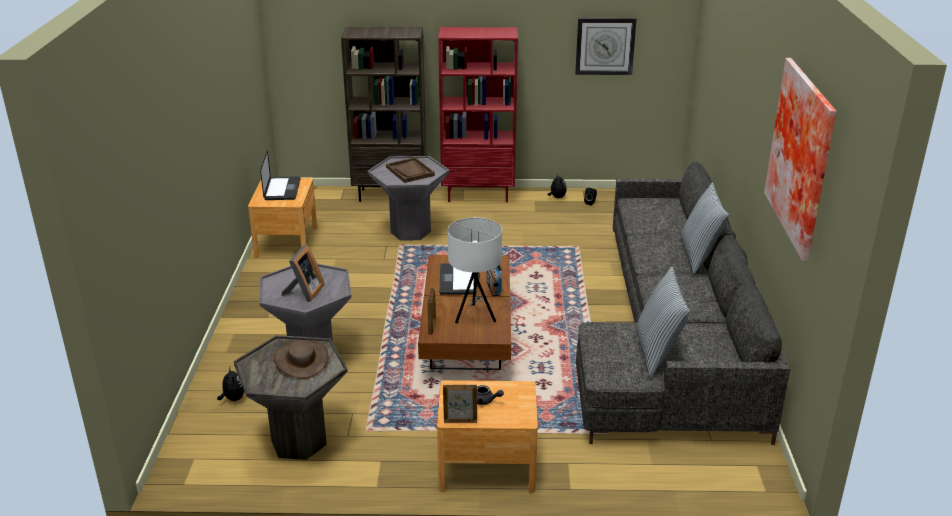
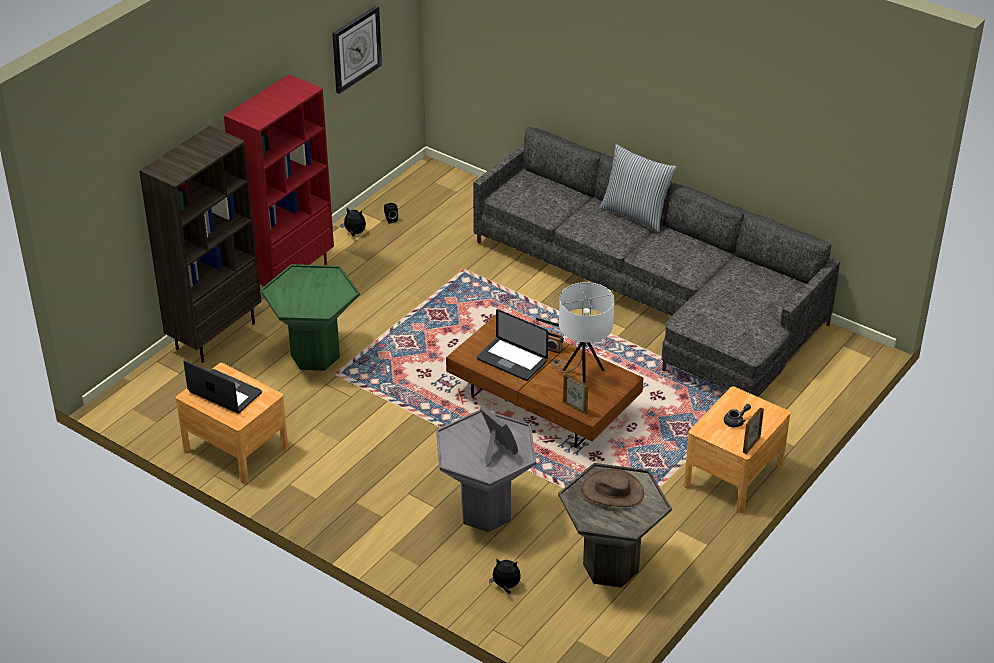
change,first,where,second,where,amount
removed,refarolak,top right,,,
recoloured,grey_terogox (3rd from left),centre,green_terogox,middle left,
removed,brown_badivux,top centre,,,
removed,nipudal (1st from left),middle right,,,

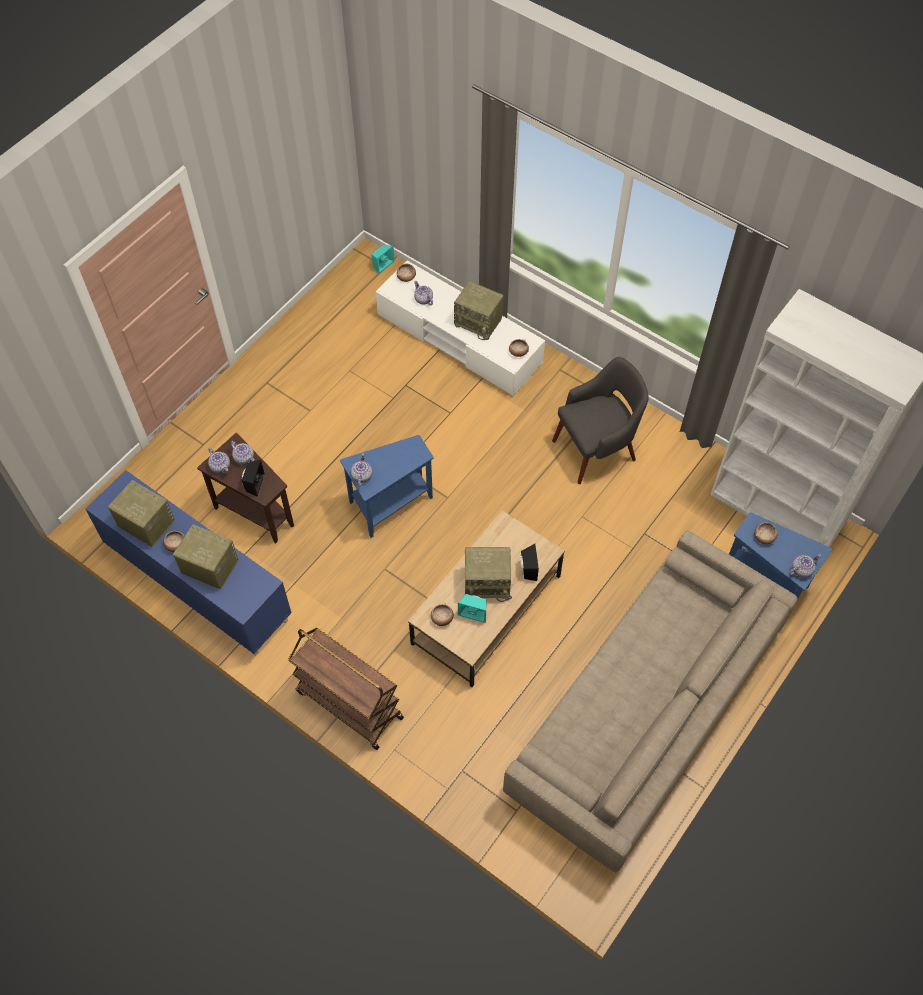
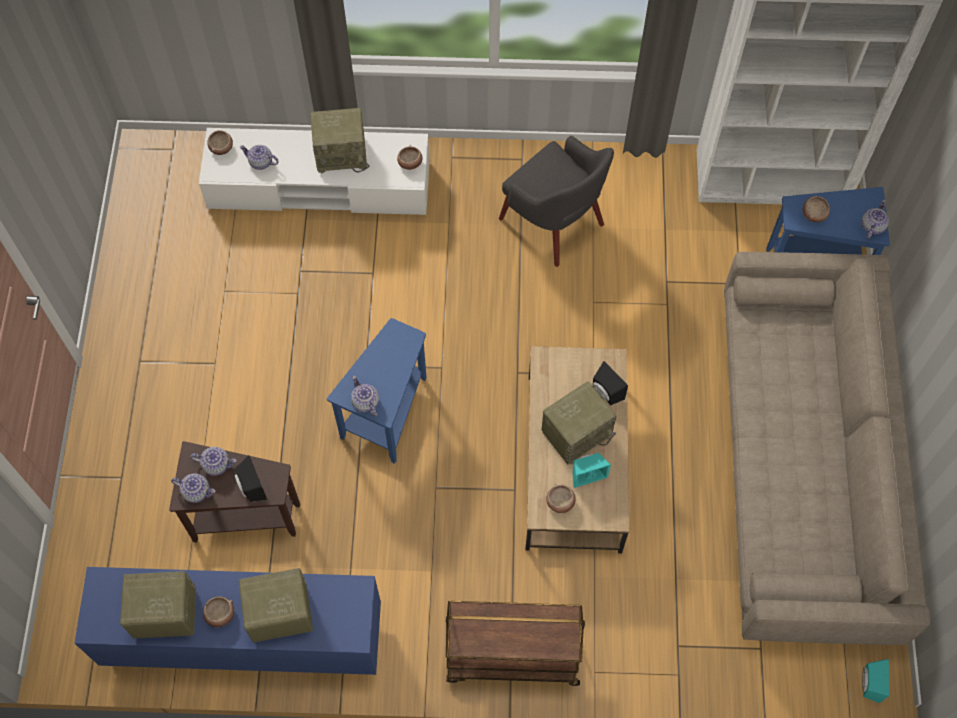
change,first,where,second,where,amount
moved,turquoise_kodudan (1st from left in the first image),top centre,turquoise_kodudan (2nd from left),bottom right,
turned,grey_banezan,centre,,top centre,105 degrees clockwise

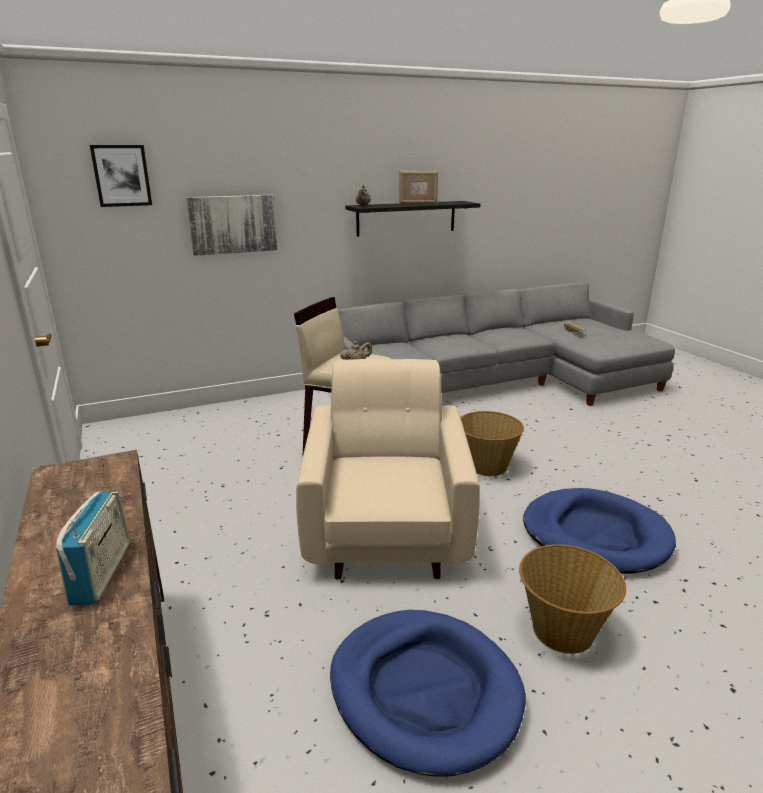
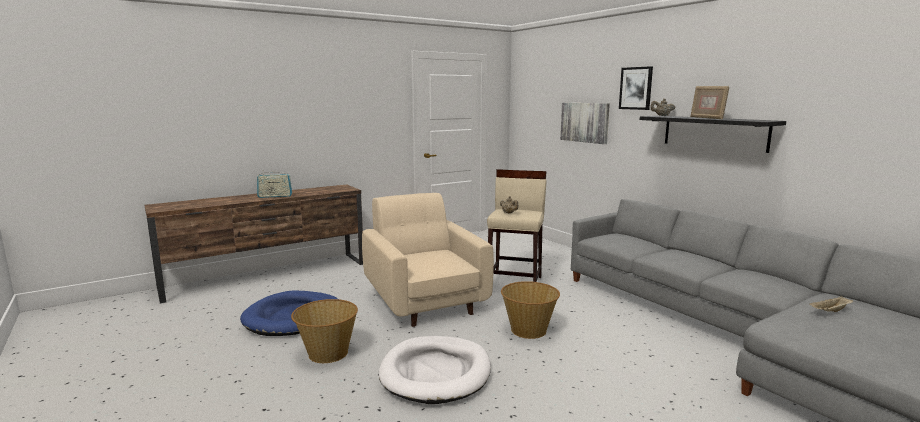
change,first,where,second,where,amount
moved,refarolak (1st from left in the first image),top left,refarolak (2nd from left),top right,
turned,beige_banezan,centre,,centre,105 degrees counterclockwise
recoloured,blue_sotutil (2nd from left),bottom right,white_sotutil,bottom centre,

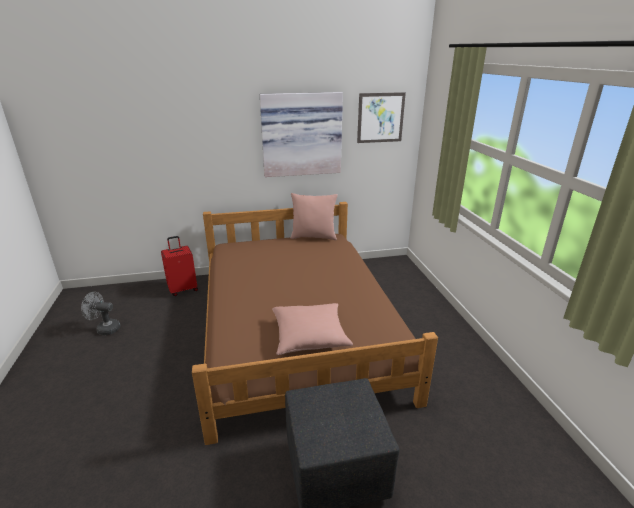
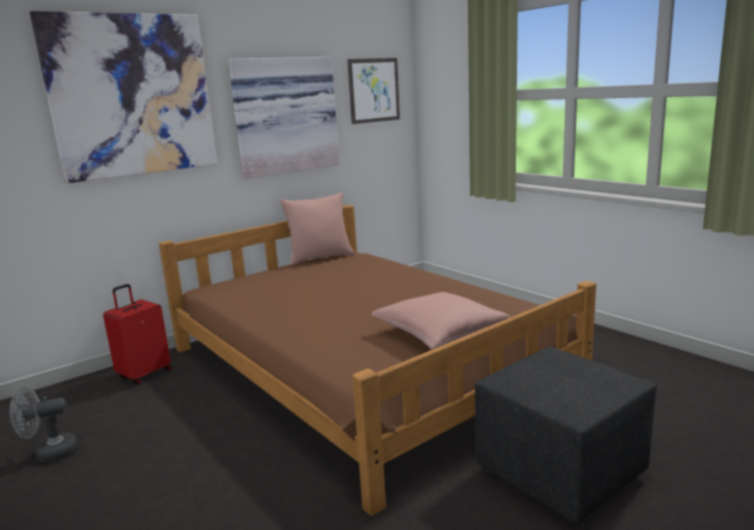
change,first,where,second,where,amount
added,,,refarolak (1st from left),top left,

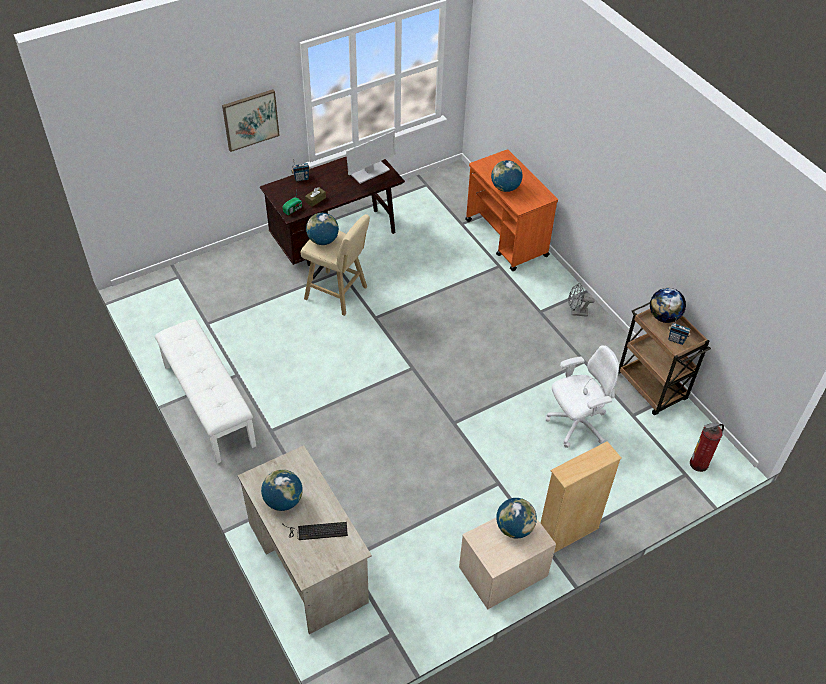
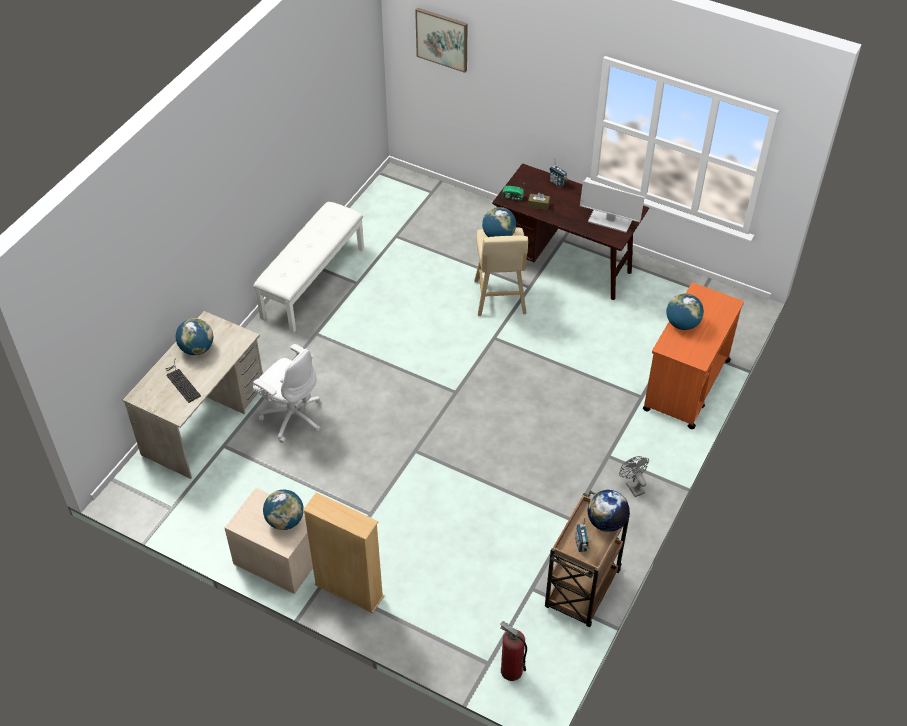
change,first,where,second,where,amount
moved,refarolak,top left,,top centre,
moved,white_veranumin,middle right,,middle left,

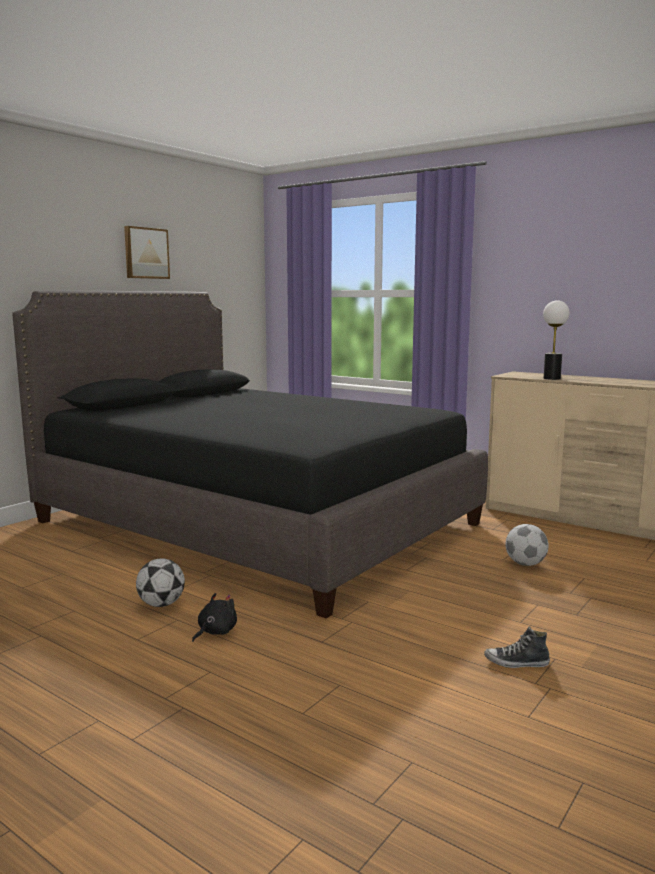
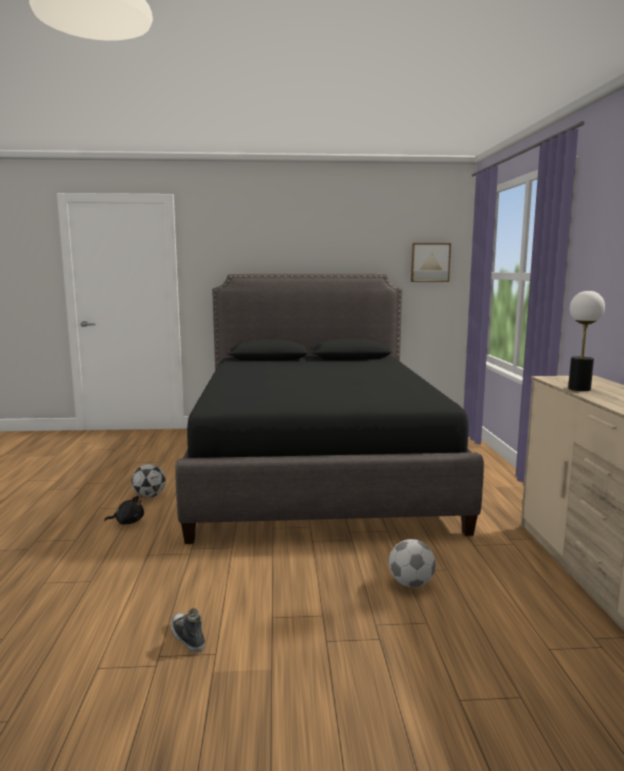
change,first,where,second,where,amount
moved,refarolak,top left,,middle right,

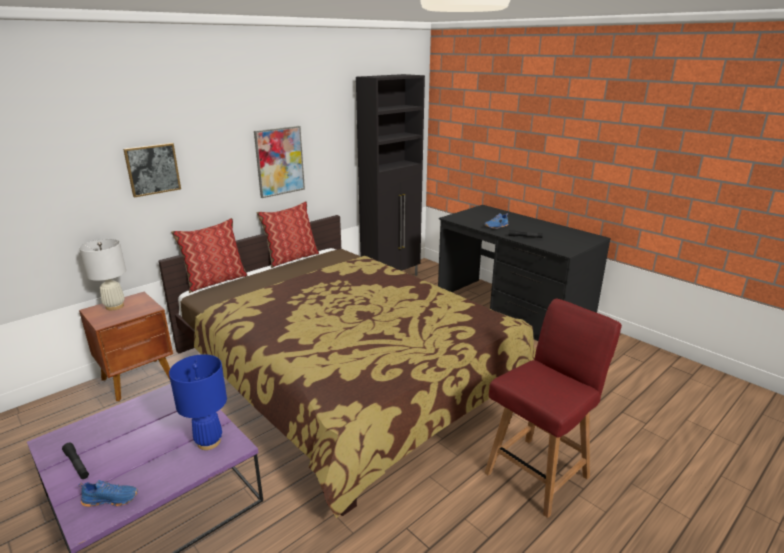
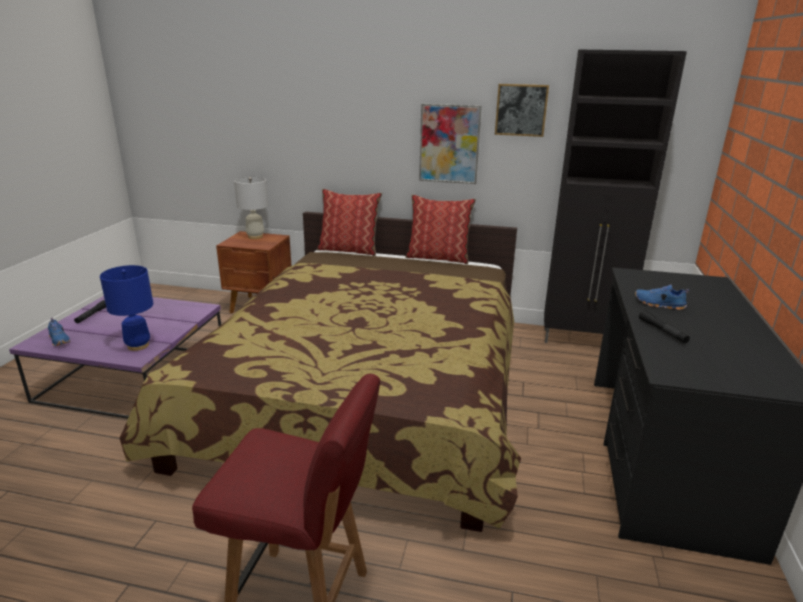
change,first,where,second,where,amount
moved,refarolak (1st from left in the first image),top left,refarolak (2nd from left),top centre,

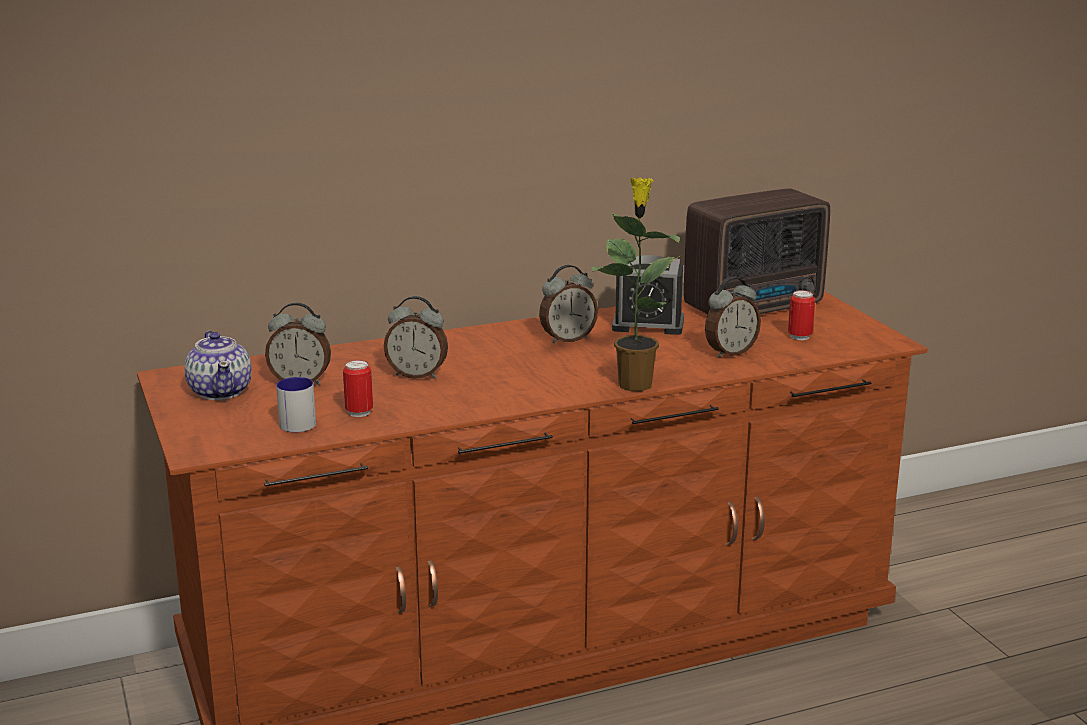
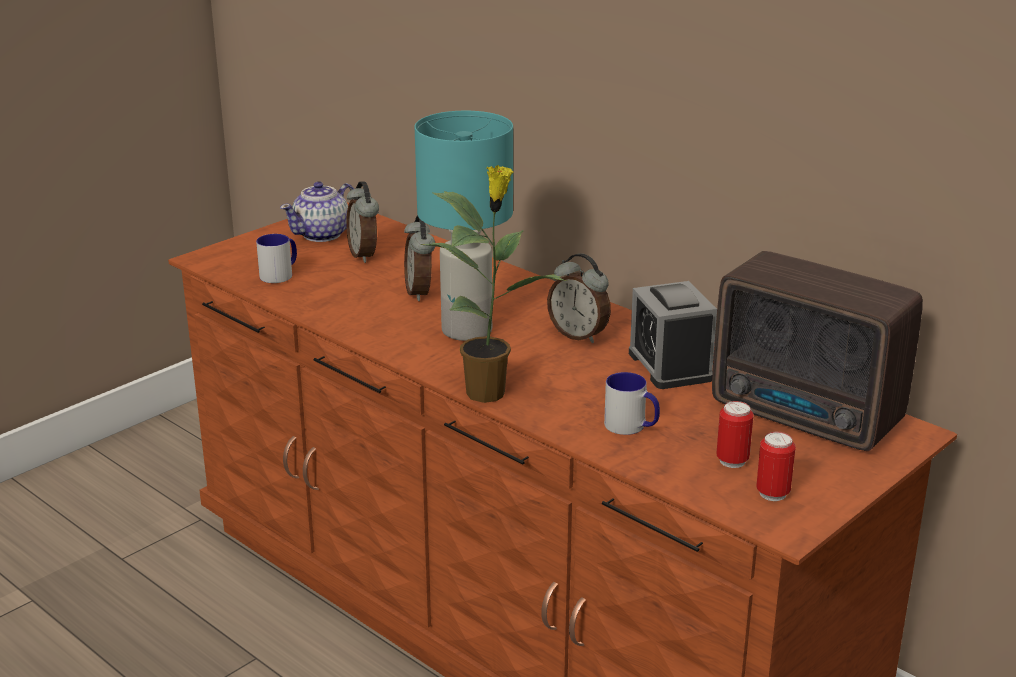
change,first,where,second,where,amount
replaced,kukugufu (5th from left),middle right,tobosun (2nd from left),centre,
moved,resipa (1st from left in the first image),middle left,resipa (2nd from left),bottom right,
added,,,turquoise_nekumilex,centre,

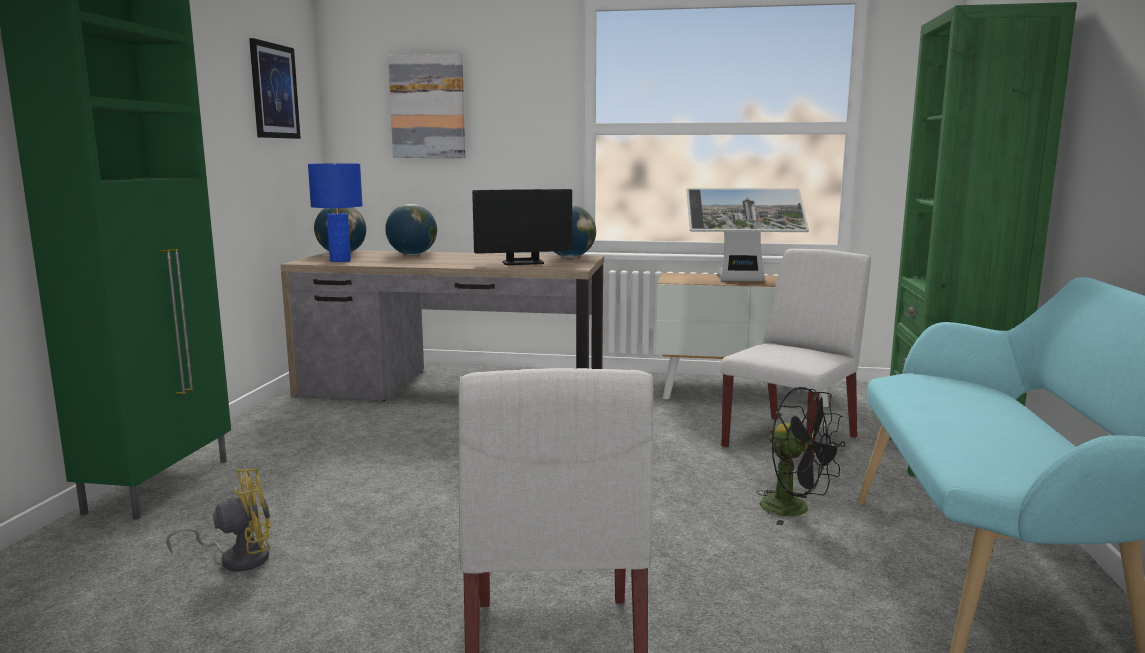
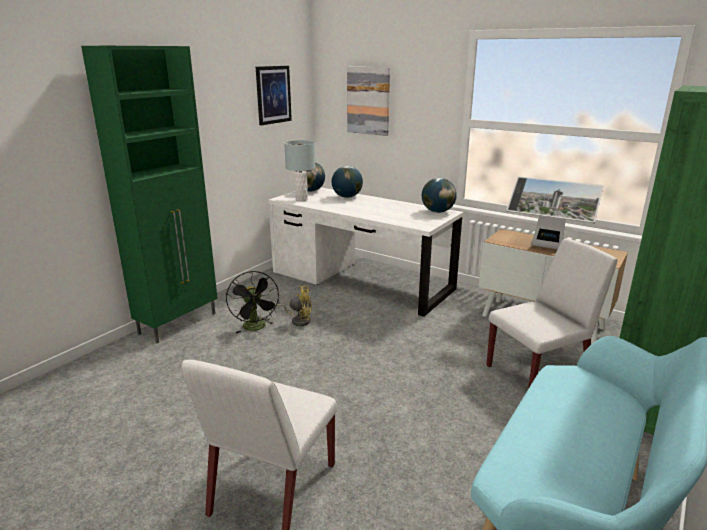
change,first,where,second,where,amount
recoloured,blue_nekumilex,top left,grey_nekumilex,top centre,
removed,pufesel (1st from left),centre,,,
recoloured,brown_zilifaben,centre,white_zilifaben,centre,
moved,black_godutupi,bottom right,,centre,
moved,yellow_godutupi,bottom left,,centre,

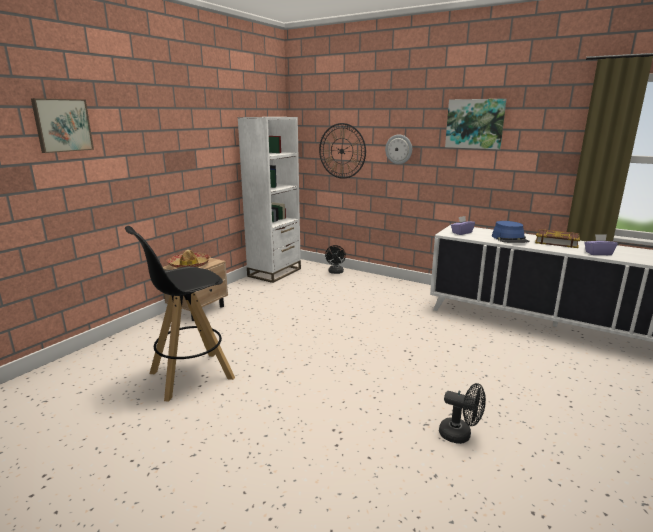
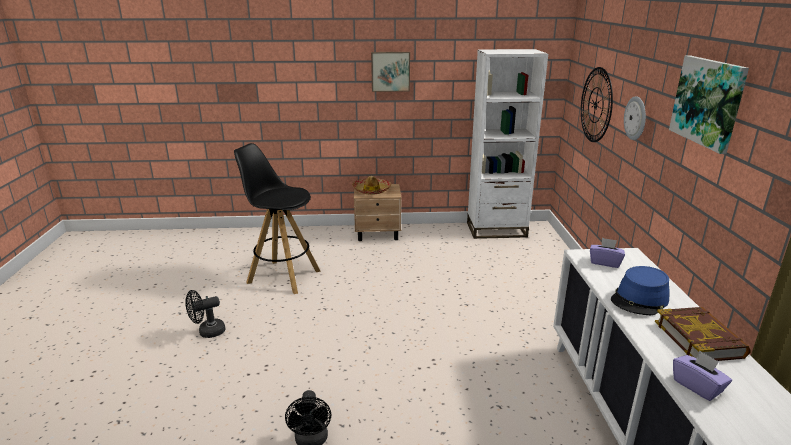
change,first,where,second,where,amount
moved,refarolak (1st from left),top left,,top centre,
moved,black_godutupi (1st from left),centre,,bottom left,

